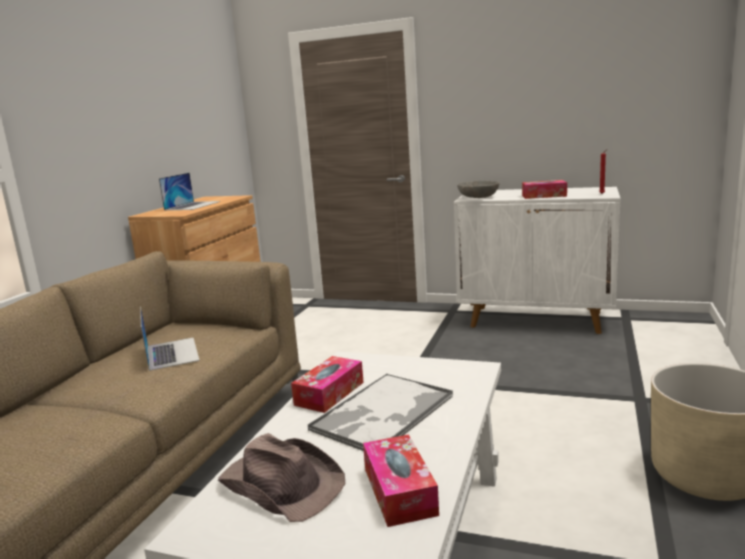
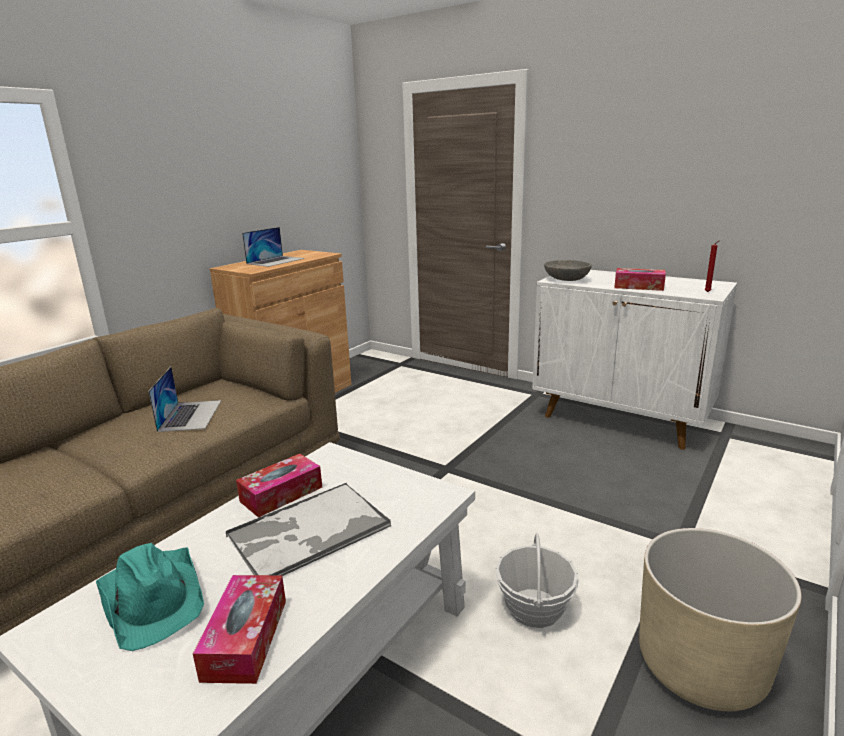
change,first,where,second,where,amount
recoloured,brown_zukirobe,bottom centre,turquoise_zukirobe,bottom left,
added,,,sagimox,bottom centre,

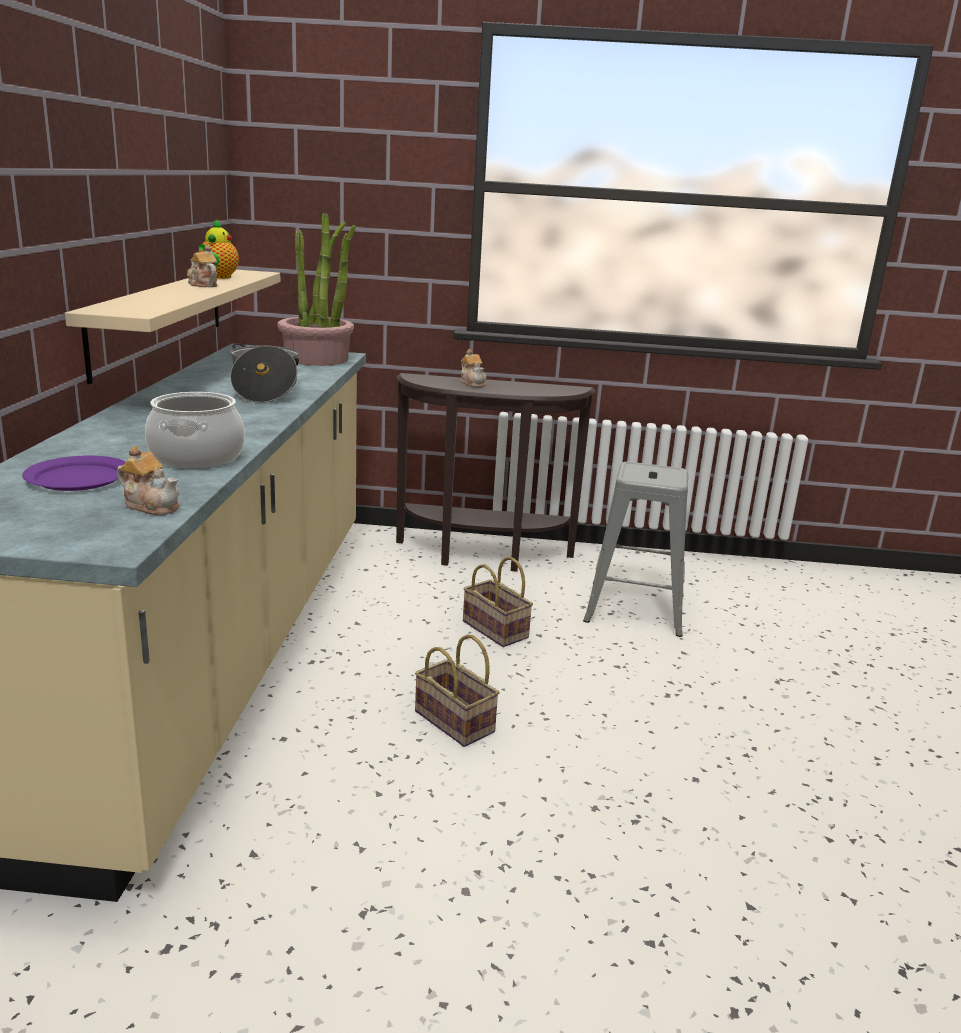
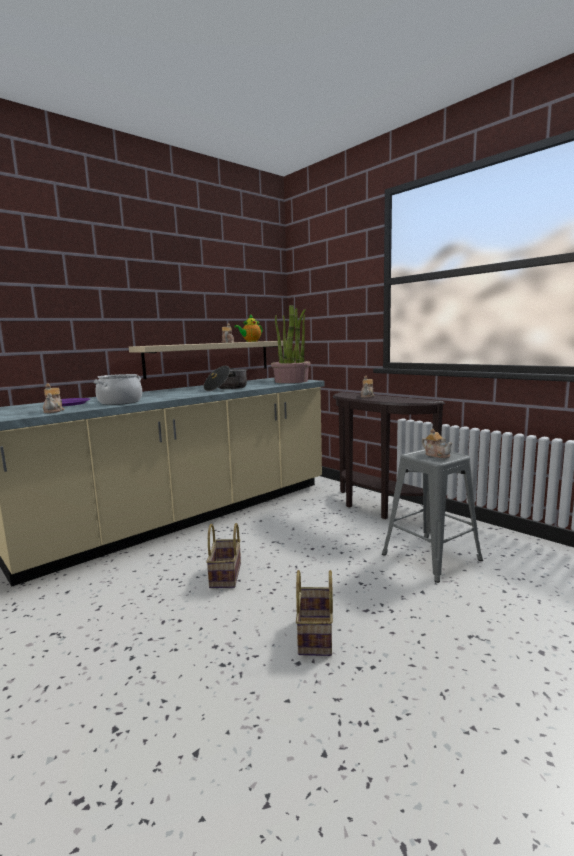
change,first,where,second,where,amount
moved,sagimox (2nd from left),centre,,bottom centre,
added,,,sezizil (5th from left),middle right,

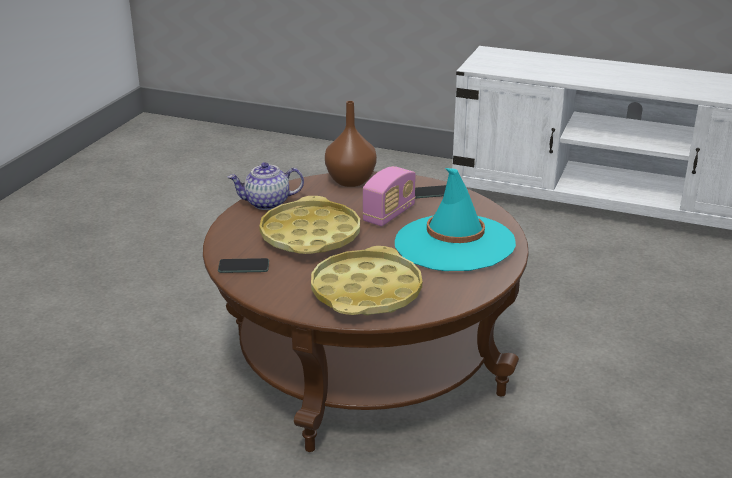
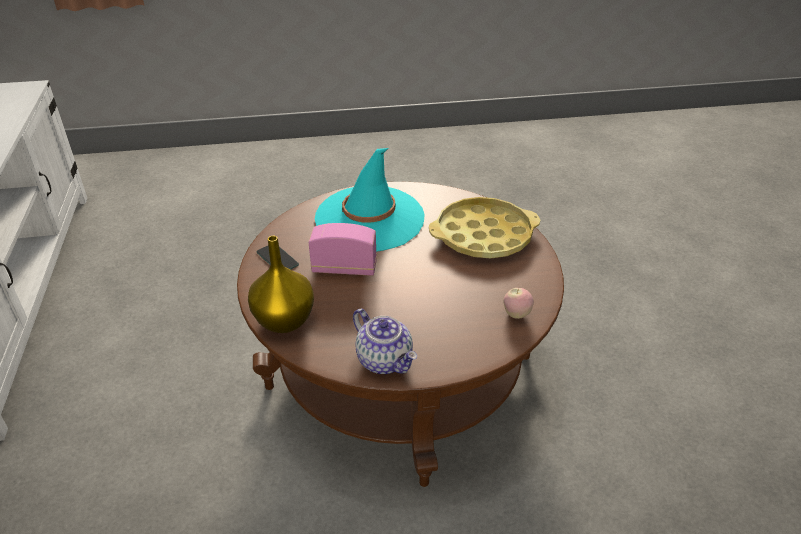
change,first,where,second,where,amount
recoloured,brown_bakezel,top centre,yellow_bakezel,centre,
removed,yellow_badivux (1st from left),centre,,,
replaced,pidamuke (1st from left),middle left,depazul,centre,

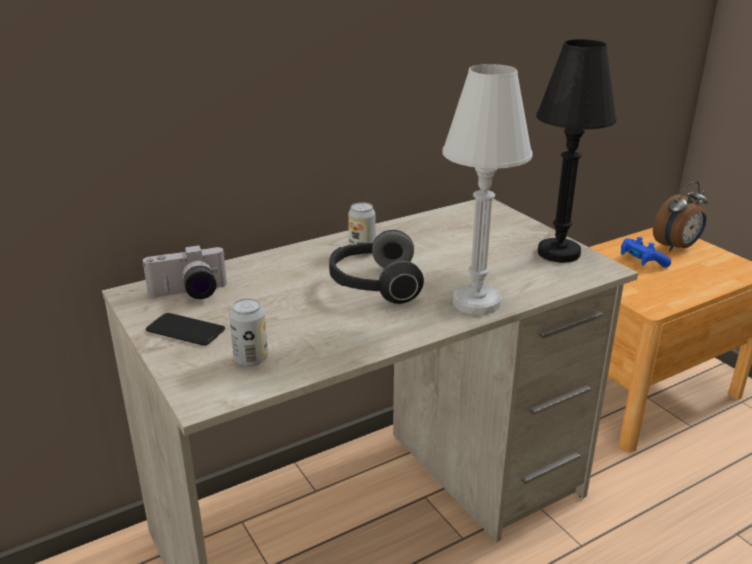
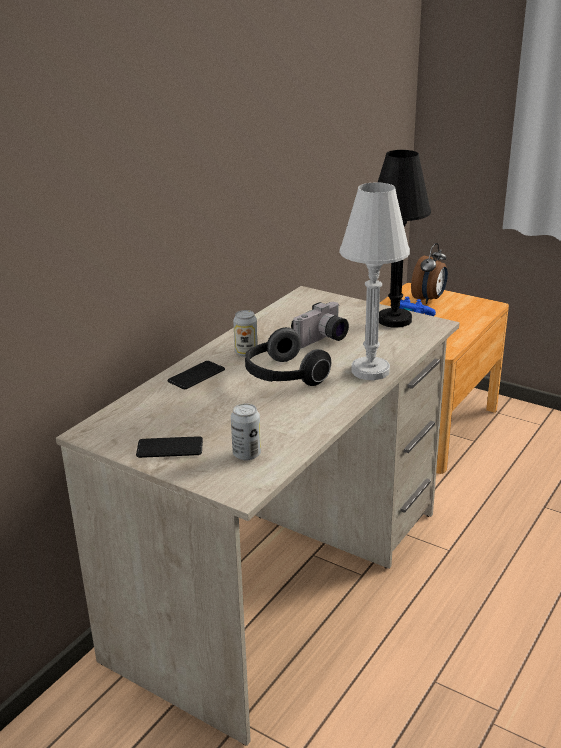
change,first,where,second,where,amount
moved,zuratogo,middle left,,centre,
added,,,pidamuke (2nd from left),centre,

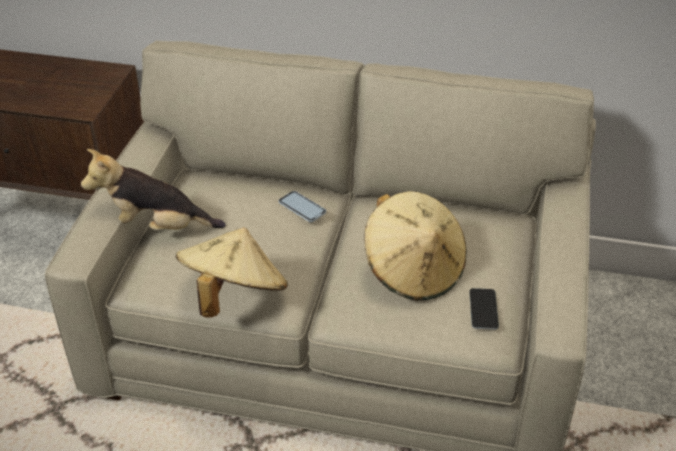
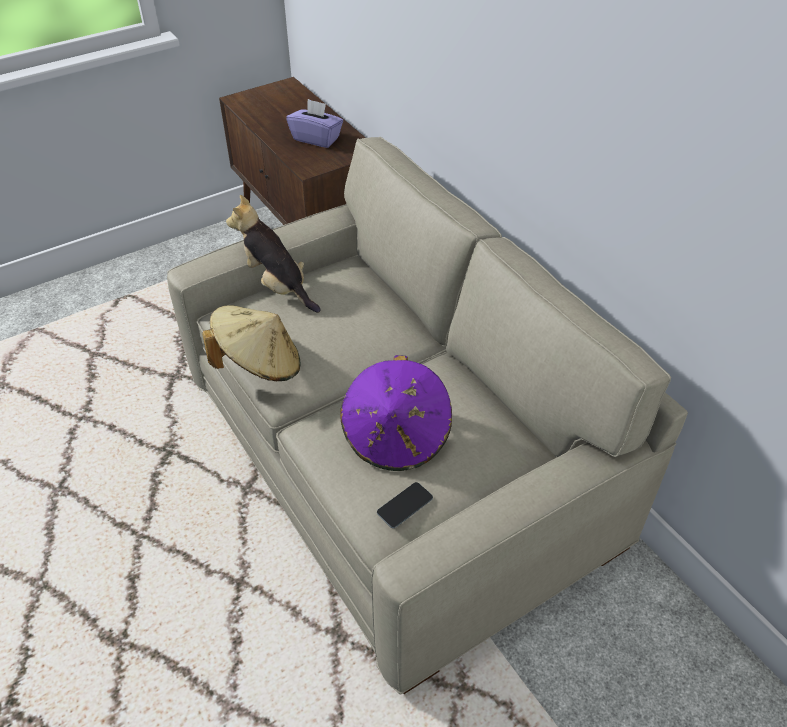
change,first,where,second,where,amount
removed,pidamuke (1st from left),centre,,,
recoloured,beige_zukirobe (2nd from left),centre,purple_zukirobe,centre,
added,,,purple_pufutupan,top centre,

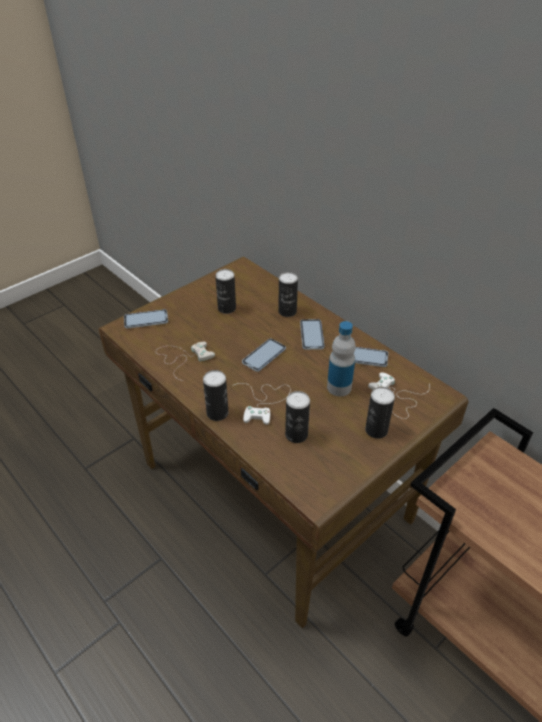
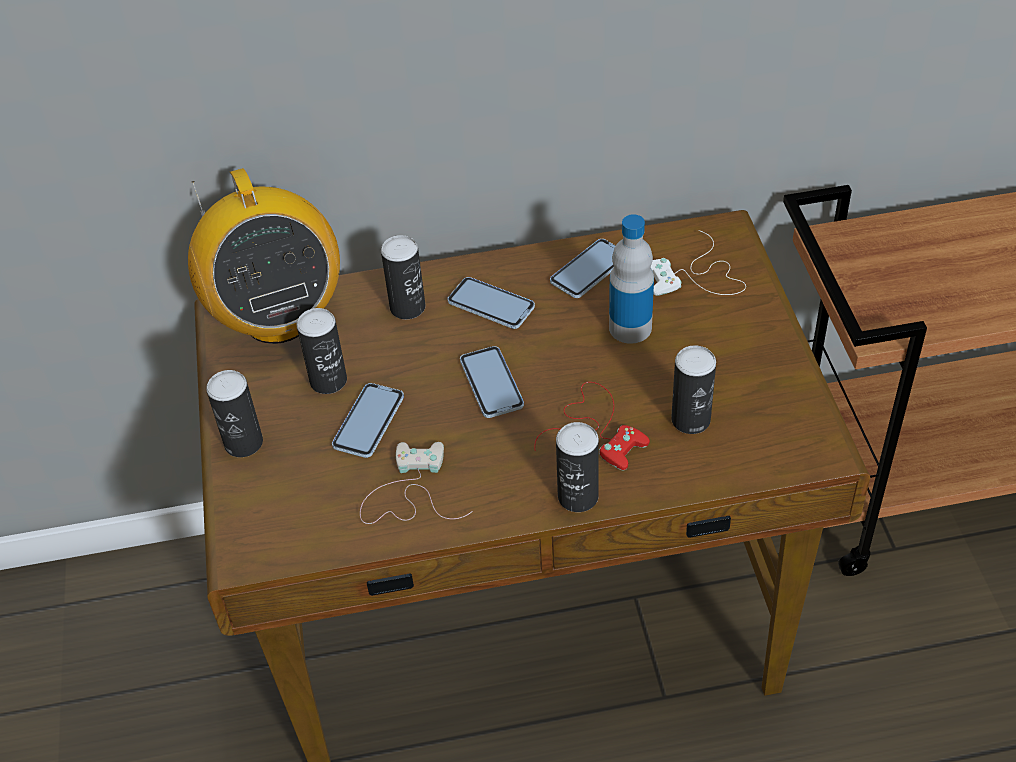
change,first,where,second,where,amount
moved,pidamuke (1st from left),middle left,,centre,
recoloured,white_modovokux (2nd from left),centre,red_modovokux,centre,
moved,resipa (5th from left in the first image),middle right,resipa (1st from left),middle left,
added,,,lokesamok,middle left,

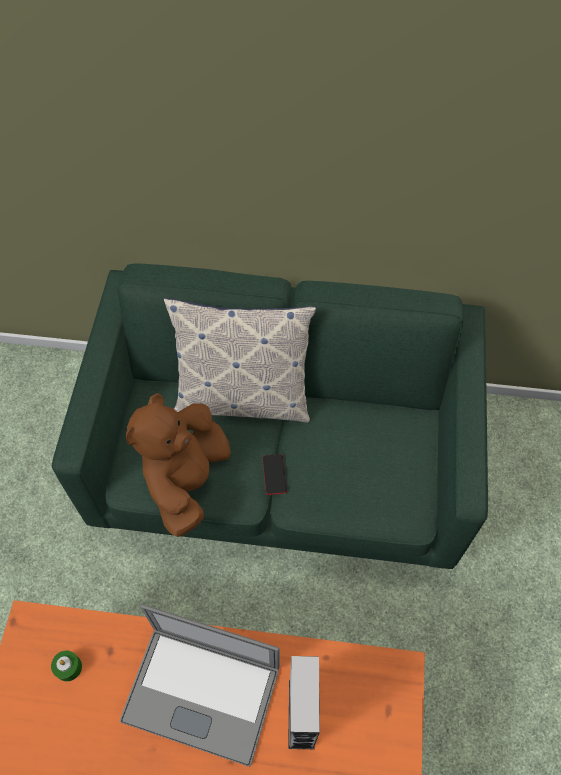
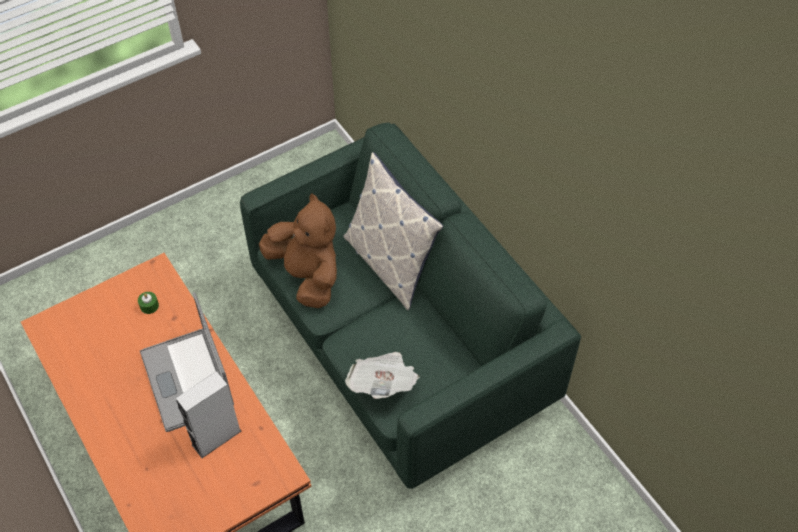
change,first,where,second,where,amount
turned,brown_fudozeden,middle left,,centre,75 degrees clockwise
removed,pidamuke,centre,,,
added,,,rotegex,bottom centre,

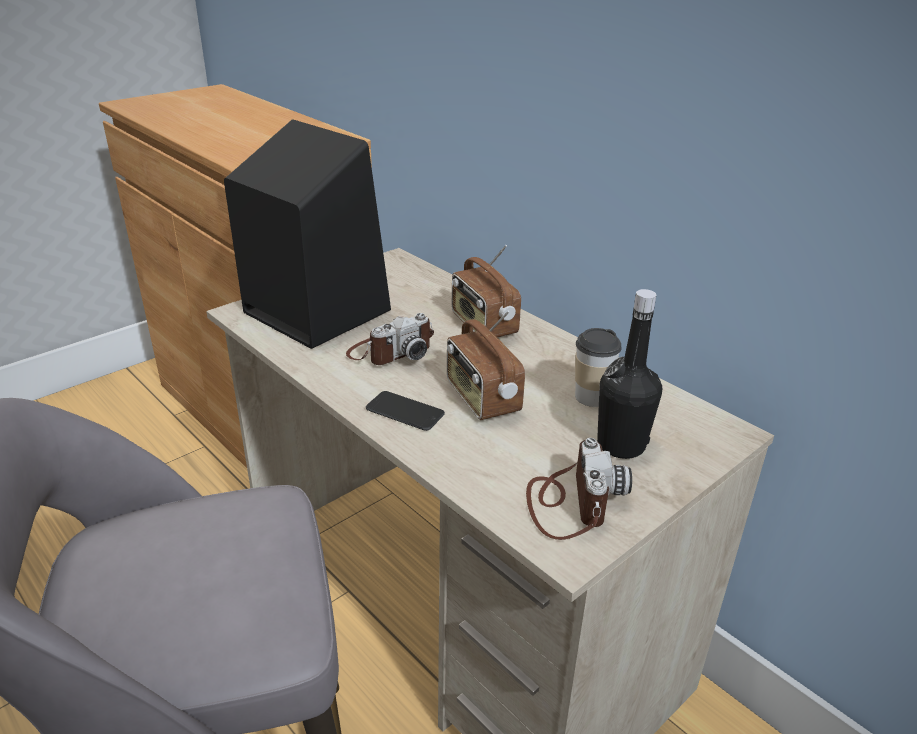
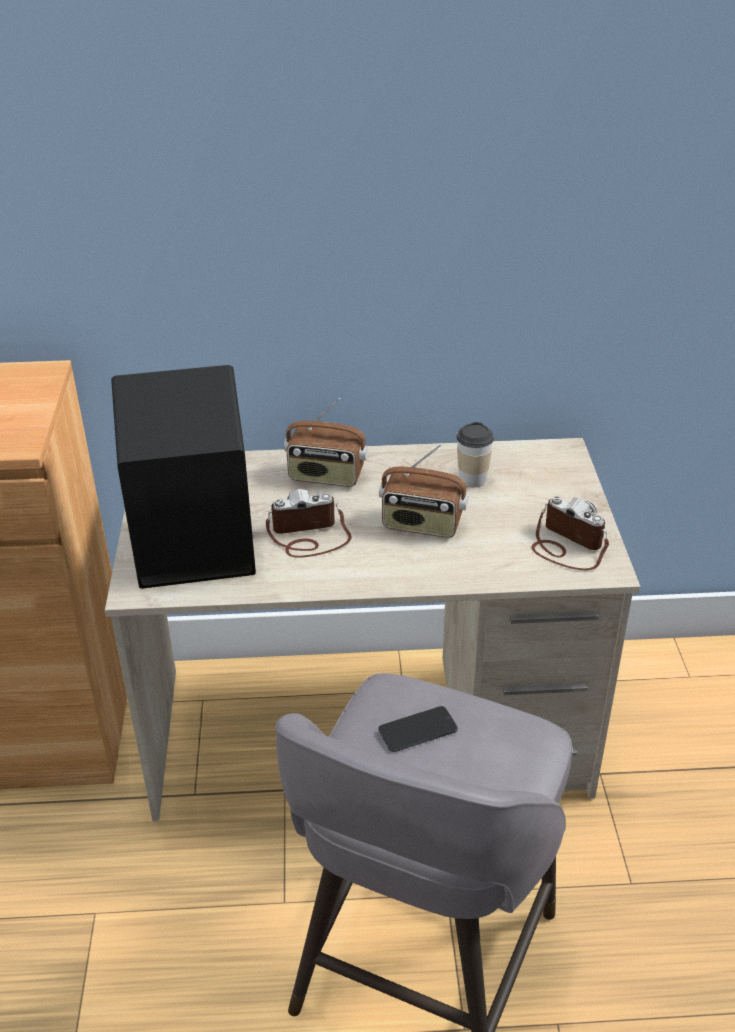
change,first,where,second,where,amount
removed,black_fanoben,middle right,,,
turned,zuratogo (1st from left),centre,,centre,105 degrees counterclockwise
moved,pidamuke,centre,,bottom centre,

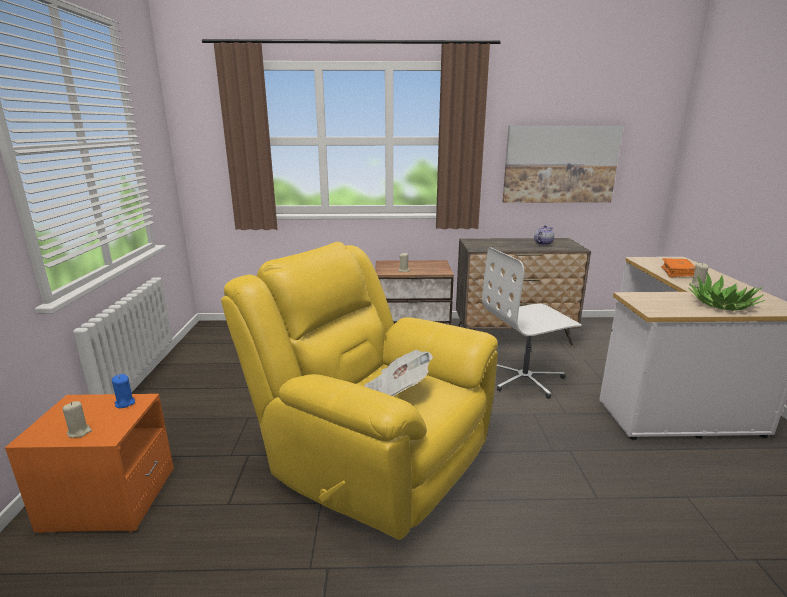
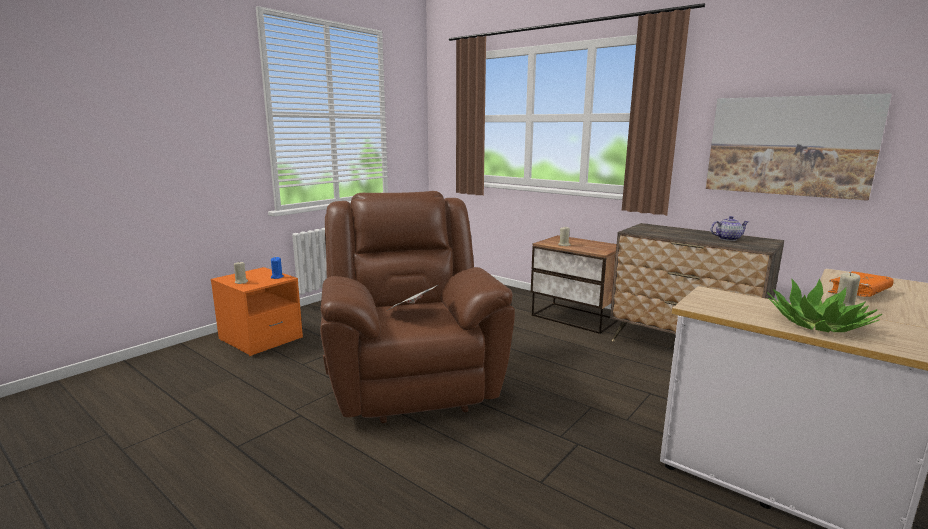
change,first,where,second,where,amount
recoloured,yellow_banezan,centre,brown_banezan,centre,
removed,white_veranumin,middle right,,,

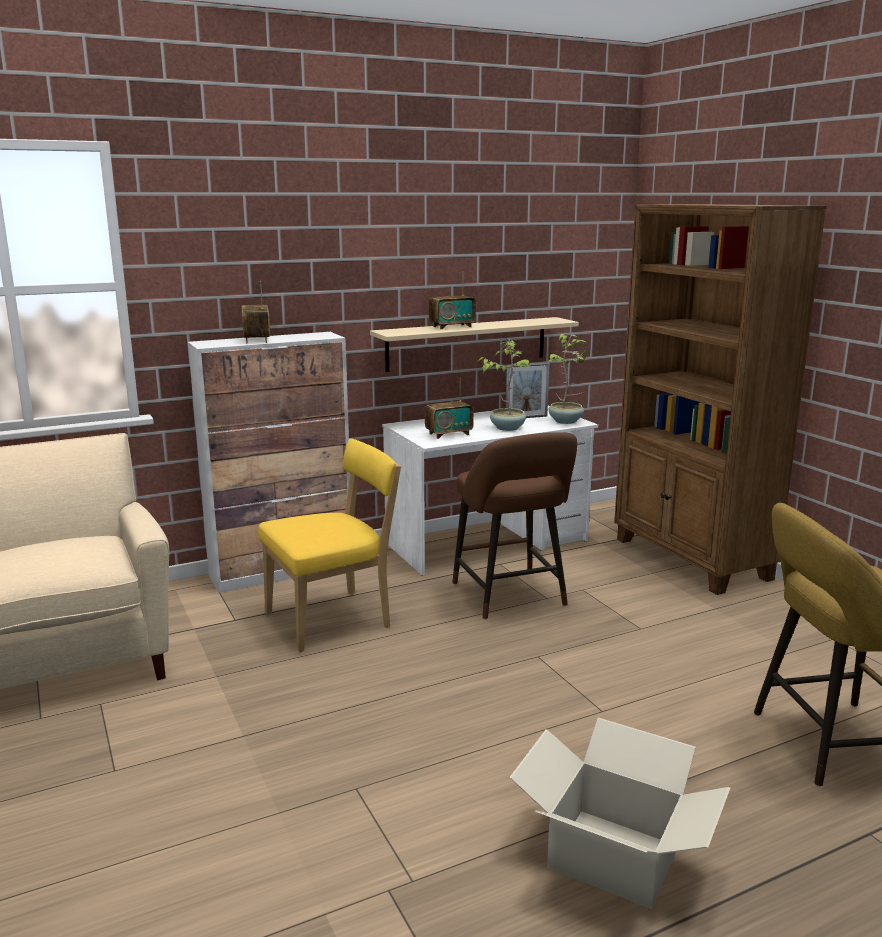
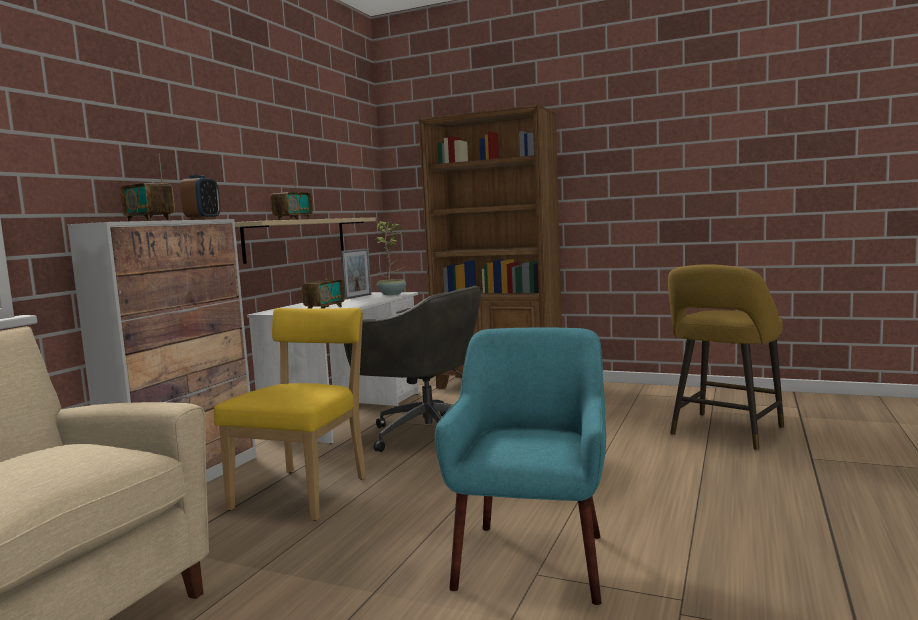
change,first,where,second,where,amount
removed,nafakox (1st from left),centre,,,
replaced,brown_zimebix,centre,grey_veranumin,centre,
removed,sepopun,bottom right,,,
added,,,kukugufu,top left,
added,,,turquoise_banezan,bottom centre,

